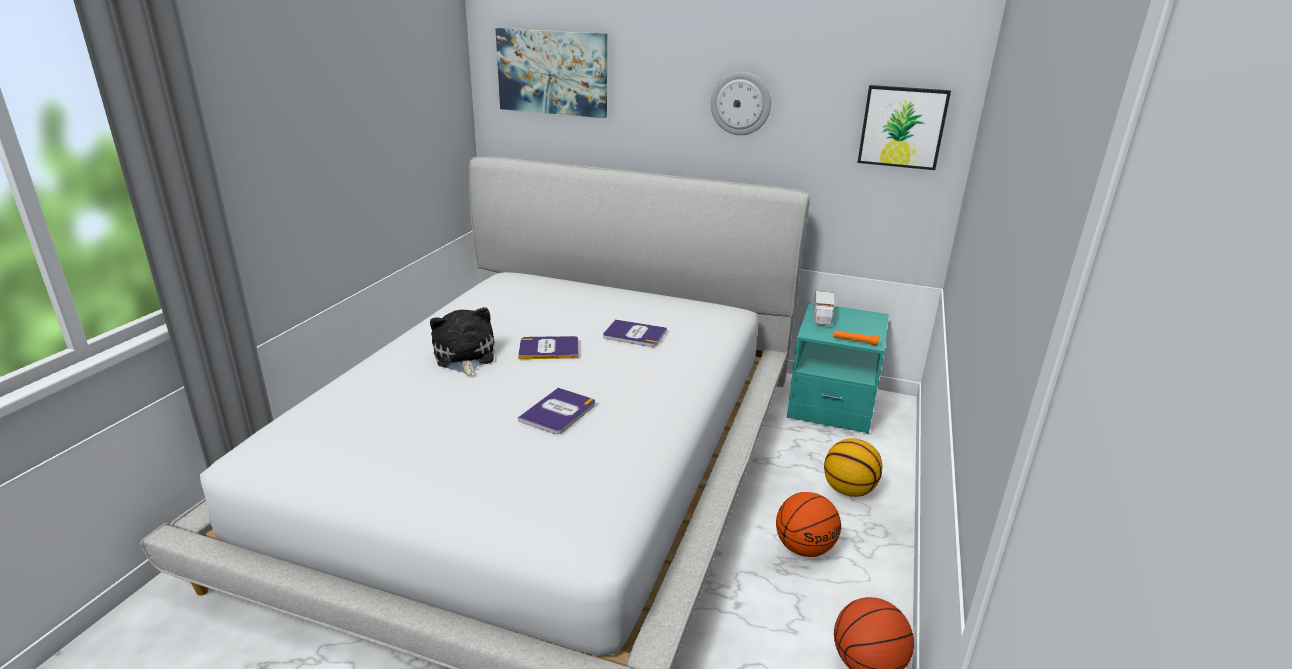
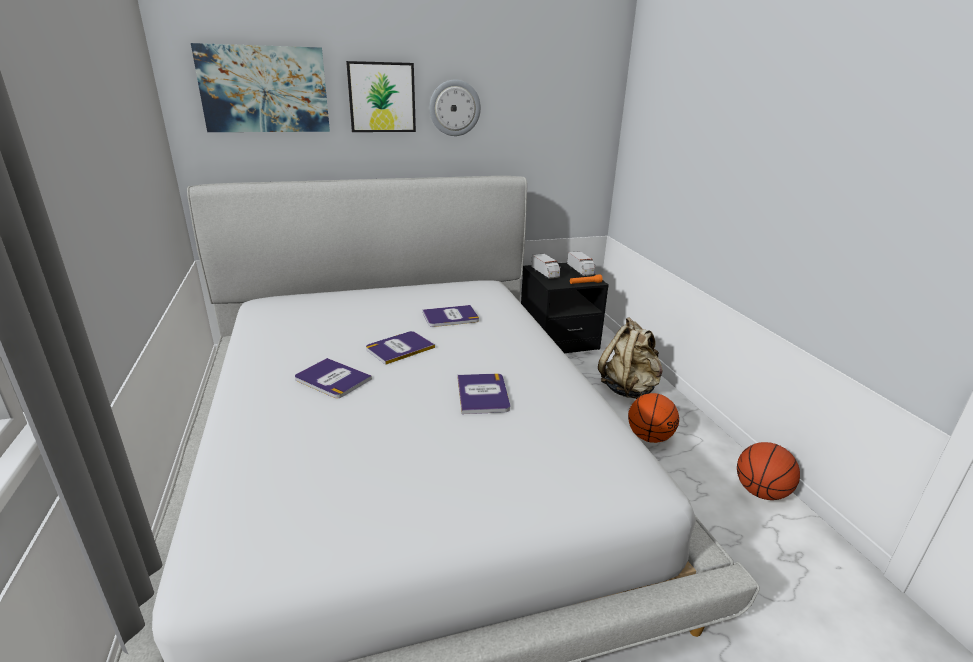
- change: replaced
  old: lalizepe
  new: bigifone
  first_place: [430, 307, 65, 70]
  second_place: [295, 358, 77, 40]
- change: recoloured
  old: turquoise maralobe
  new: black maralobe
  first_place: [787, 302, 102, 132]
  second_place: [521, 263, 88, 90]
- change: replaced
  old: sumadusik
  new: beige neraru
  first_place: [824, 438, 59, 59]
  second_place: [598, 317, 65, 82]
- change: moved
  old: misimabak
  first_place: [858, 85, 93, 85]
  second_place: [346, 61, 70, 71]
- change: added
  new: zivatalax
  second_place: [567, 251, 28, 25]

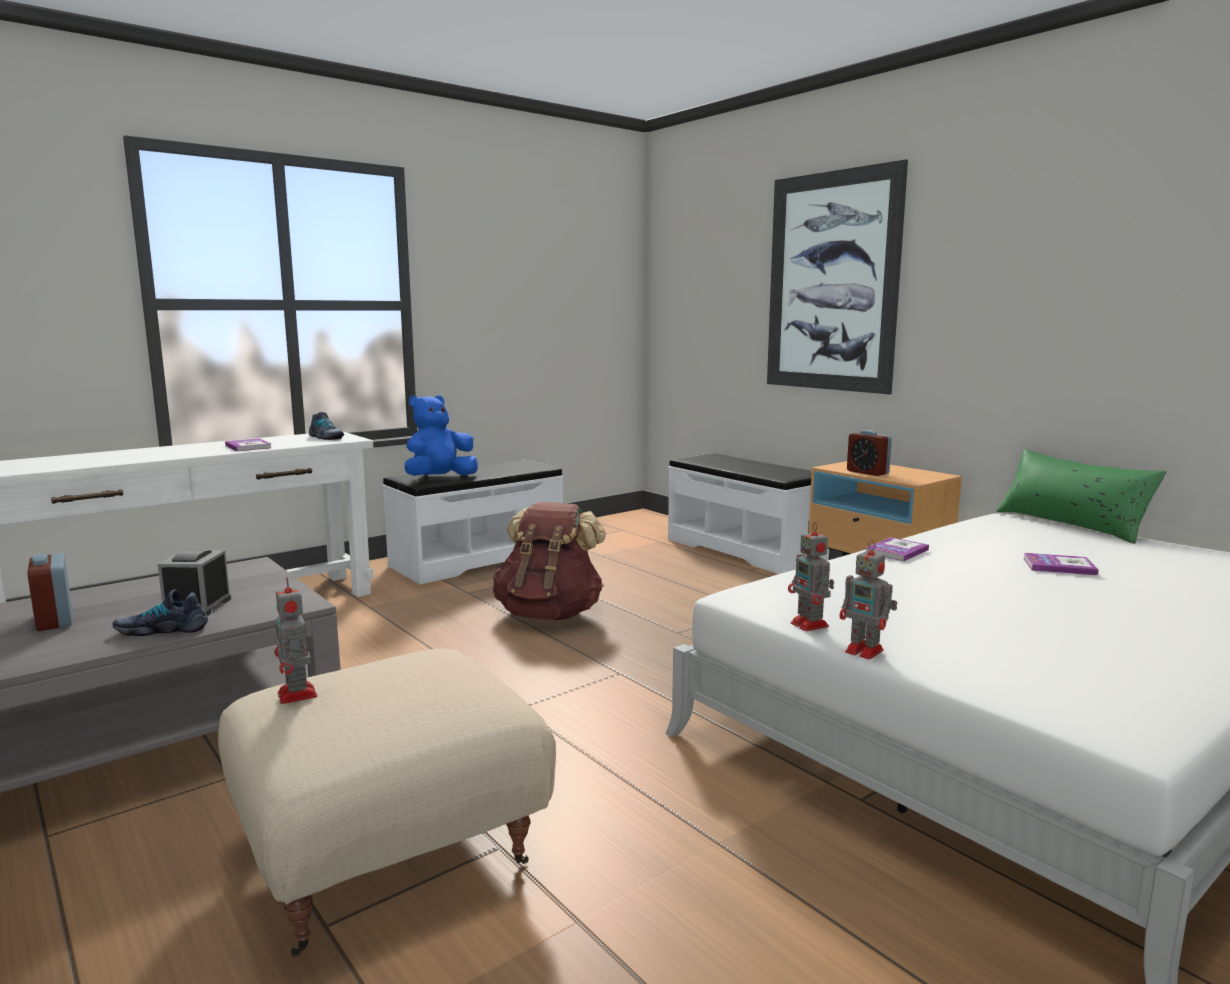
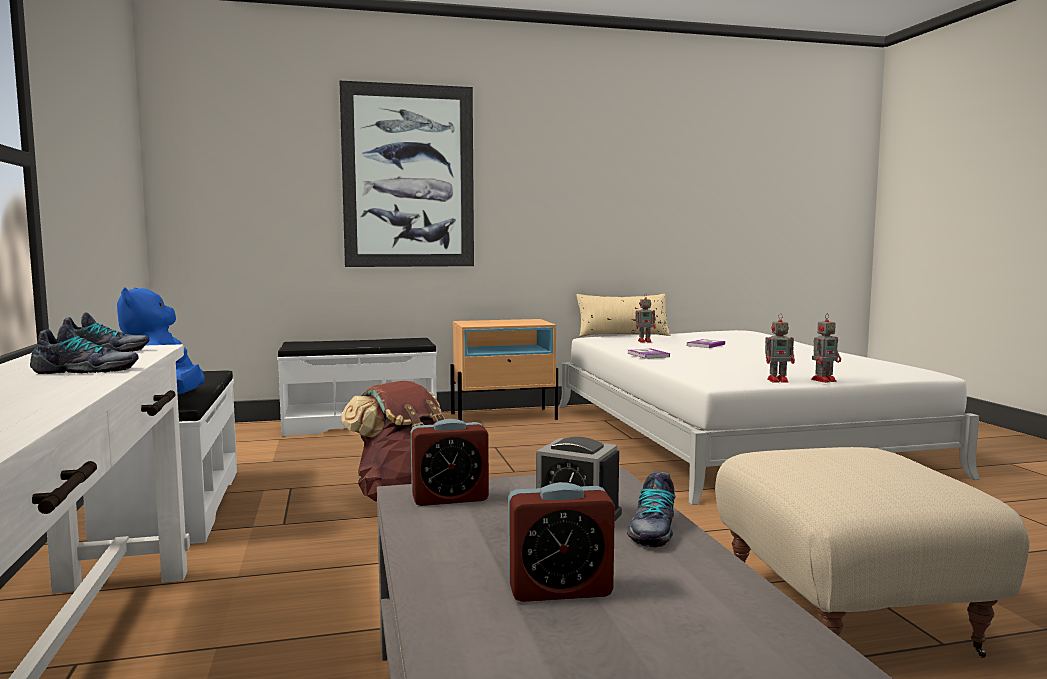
- change: replaced
  old: bigifone
  new: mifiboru
  first_place: [225, 438, 46, 13]
  second_place: [30, 324, 109, 50]
- change: moved
  old: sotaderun
  first_place: [274, 577, 43, 127]
  second_place: [636, 293, 20, 49]
- change: moved
  old: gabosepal
  first_place: [847, 430, 45, 46]
  second_place: [411, 419, 78, 87]
- change: recoloured
  old: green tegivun
  new: beige tegivun
  first_place: [996, 449, 170, 95]
  second_place: [576, 294, 95, 43]

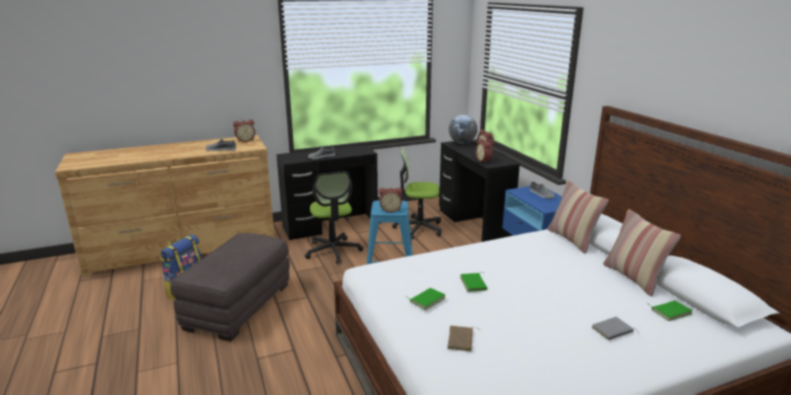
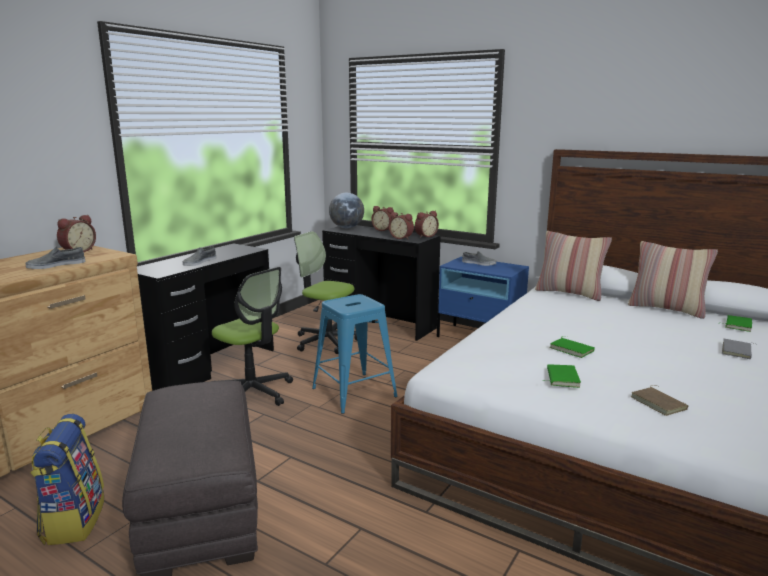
- change: moved
  old: gabosepal
  first_place: [379, 188, 23, 24]
  second_place: [415, 211, 24, 27]
- change: turned
  old: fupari
  first_place: [392, 146, 50, 94]
  second_place: [294, 231, 63, 123]
  degrees: 60

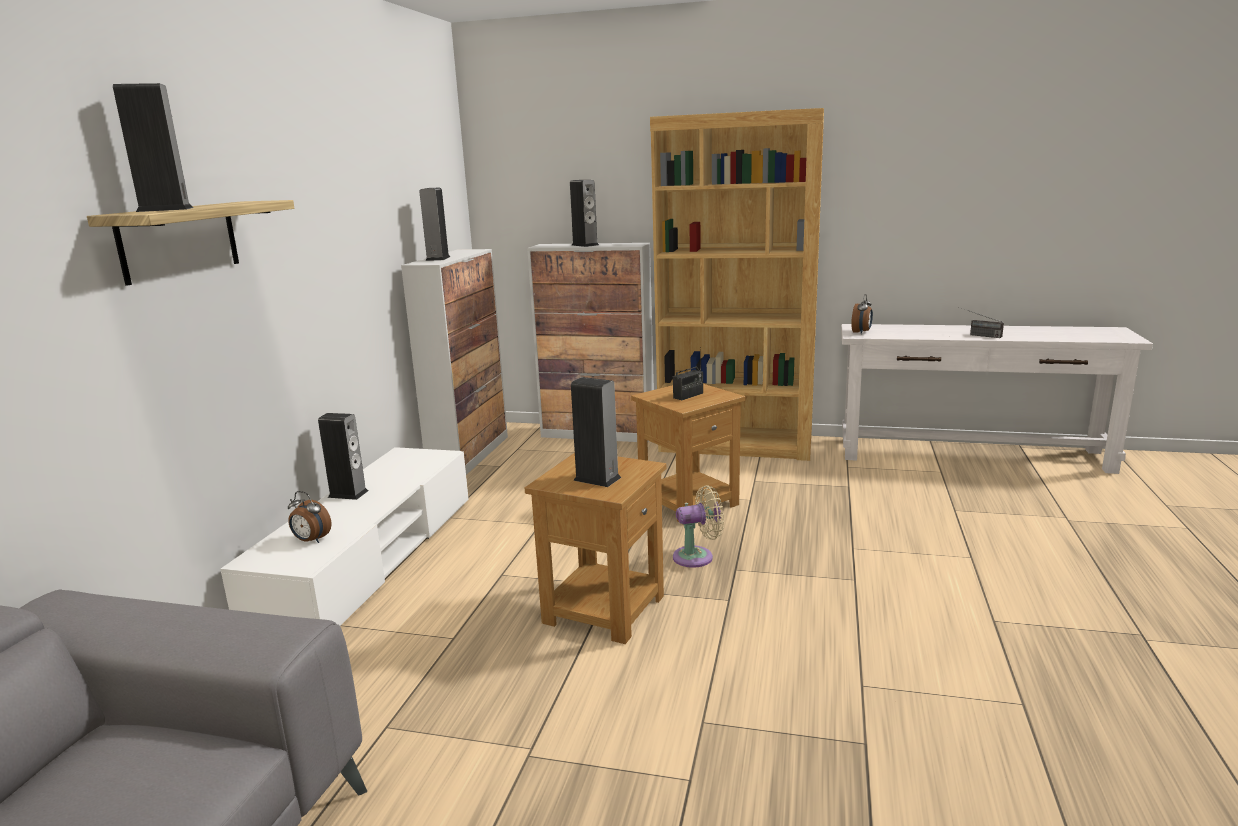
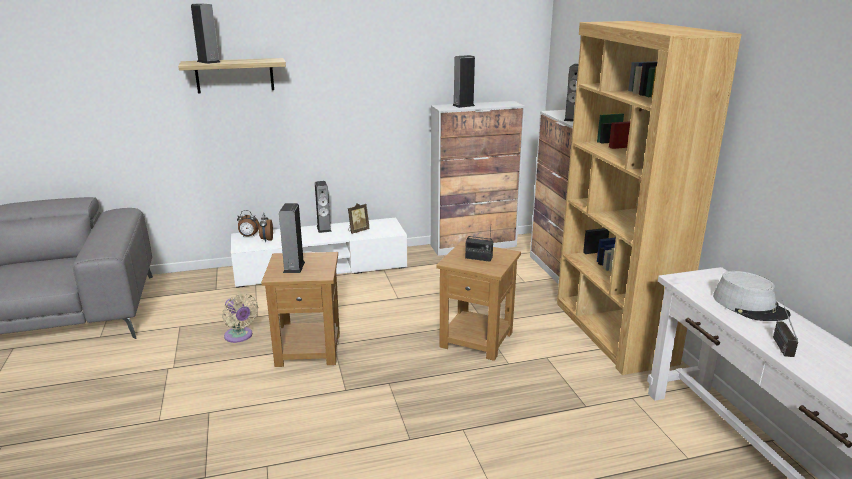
- change: moved
  old: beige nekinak
  first_place: [673, 485, 51, 83]
  second_place: [222, 293, 36, 50]
- change: moved
  old: gabosepal
  first_place: [851, 294, 22, 40]
  second_place: [237, 210, 22, 27]
- change: added
  new: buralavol
  second_place: [348, 203, 21, 31]
- change: added
  new: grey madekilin
  second_place: [713, 271, 77, 50]

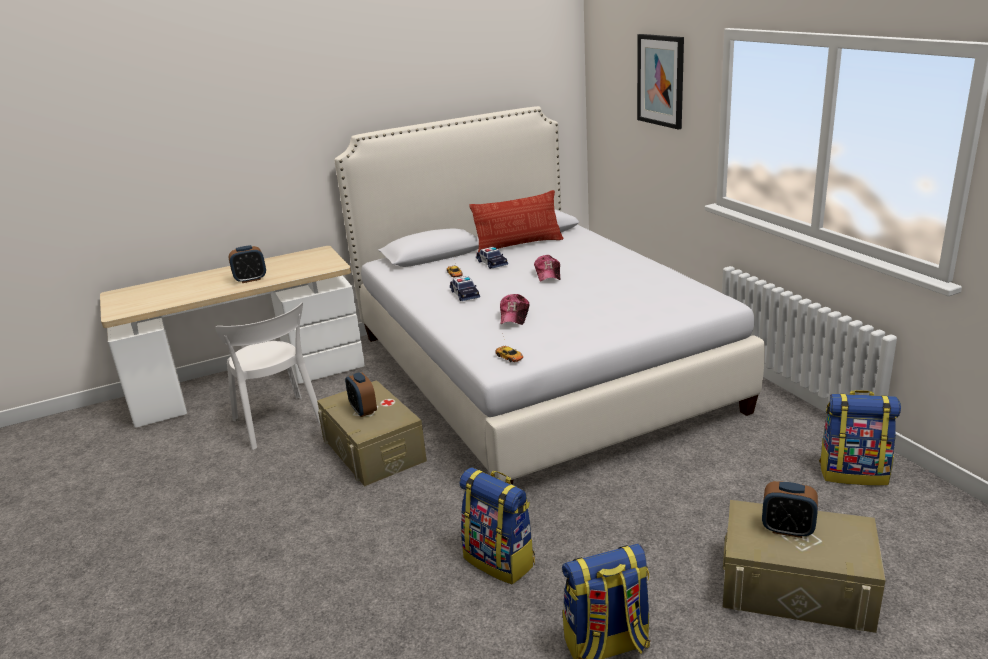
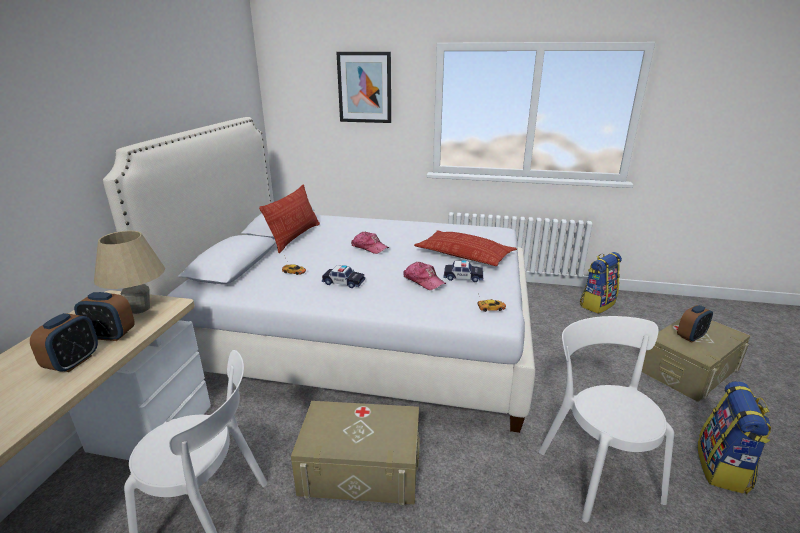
- change: moved
  old: gabosepal
  first_place: [345, 372, 32, 45]
  second_place: [74, 292, 61, 49]
- change: replaced
  old: neraru
  new: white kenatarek
  first_place: [459, 467, 76, 118]
  second_place: [539, 316, 135, 207]
- change: moved
  old: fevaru
  first_place: [476, 247, 32, 22]
  second_place: [443, 260, 40, 22]
- change: added
  new: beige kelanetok
  second_place: [94, 231, 71, 83]
- change: added
  new: tegivun
  second_place: [414, 230, 103, 36]

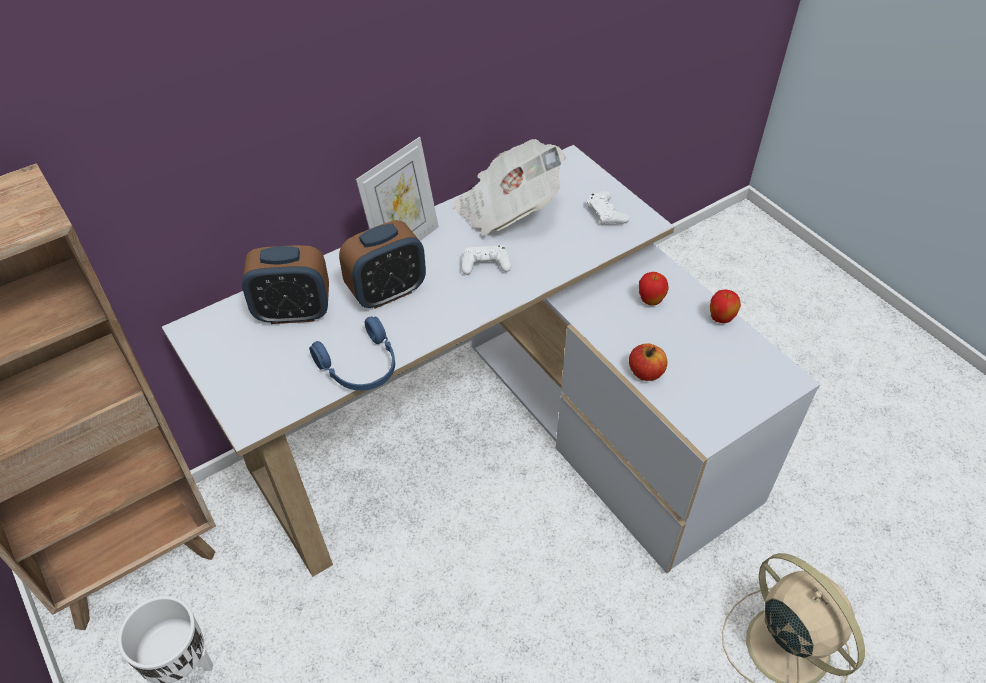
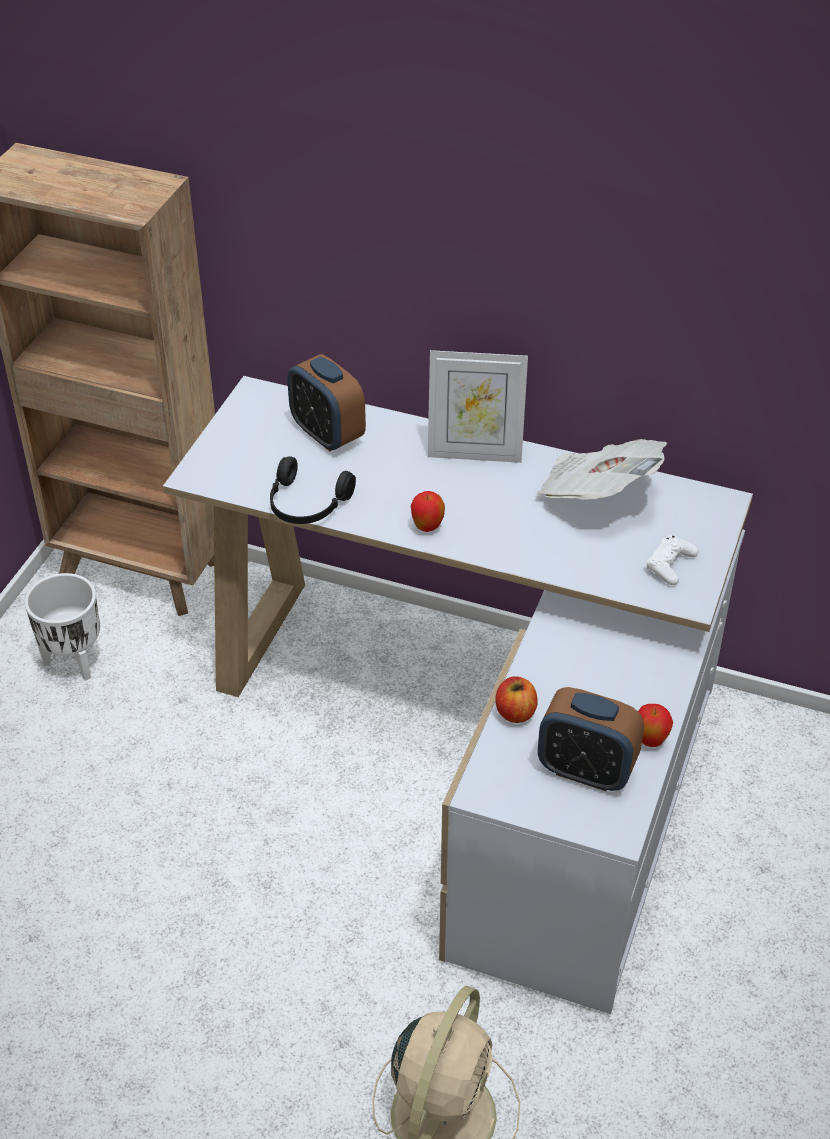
- change: recoloured
  old: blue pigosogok
  new: black pigosogok
  first_place: [309, 316, 86, 75]
  second_place: [270, 456, 86, 68]
- change: moved
  old: gabosepal
  first_place: [339, 220, 87, 89]
  second_place: [538, 687, 106, 104]
- change: removed
  old: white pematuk
  first_place: [462, 245, 49, 30]
- change: moved
  old: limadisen
  first_place: [639, 272, 30, 34]
  second_place: [411, 491, 34, 41]

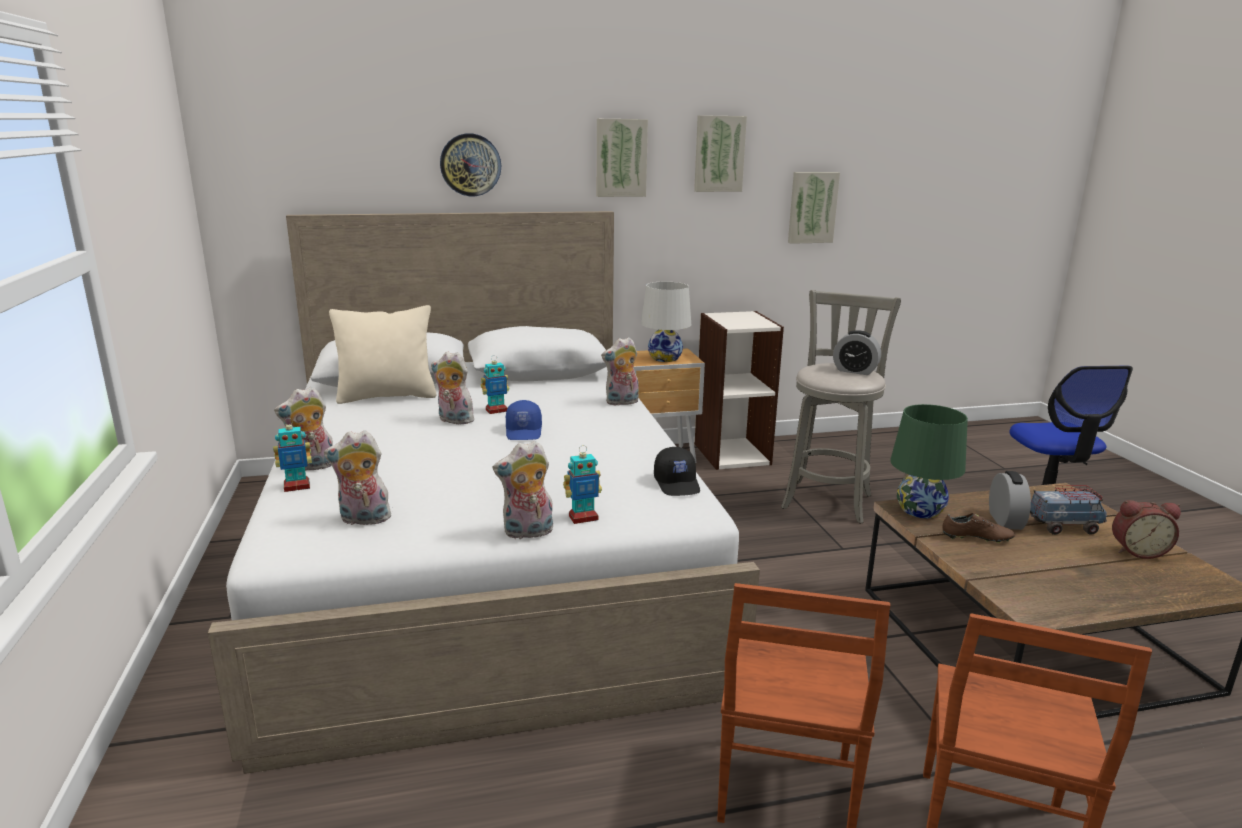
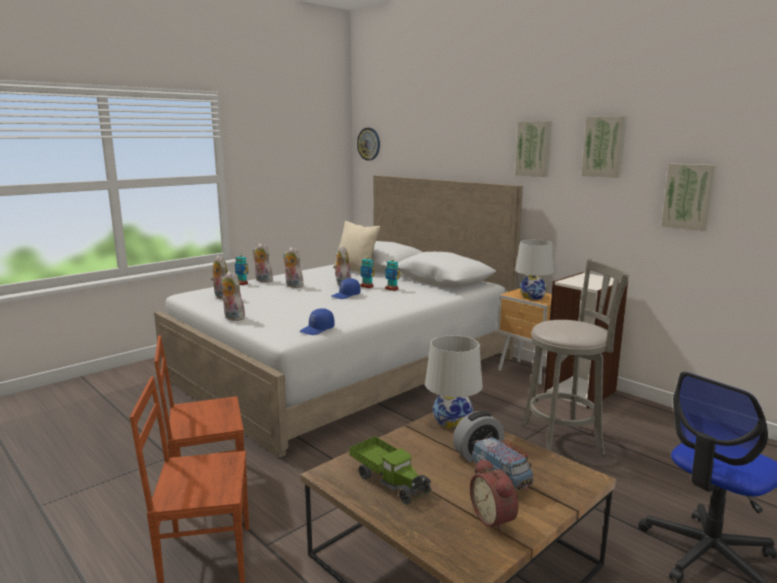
- change: moved
  old: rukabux
  first_place: [440, 133, 61, 63]
  second_place: [357, 128, 23, 33]
- change: moved
  old: sotaderun
  first_place: [563, 445, 39, 79]
  second_place: [385, 259, 16, 32]
- change: moved
  old: lalizepe
  first_place: [601, 337, 38, 69]
  second_place: [283, 247, 20, 41]
- change: recoloured
  old: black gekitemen
  new: blue gekitemen
  first_place: [654, 447, 46, 49]
  second_place: [300, 308, 34, 27]
- change: removed
  old: gabosepal
  first_place: [833, 330, 48, 45]
- change: recoloured
  old: green kelanetok
  new: white kelanetok
  first_place: [890, 404, 78, 114]
  second_place: [425, 335, 58, 94]
- change: removed
  old: brown mifiboru
  first_place: [942, 513, 73, 30]
- change: added
  new: zivatalax
  second_place: [349, 436, 83, 69]

